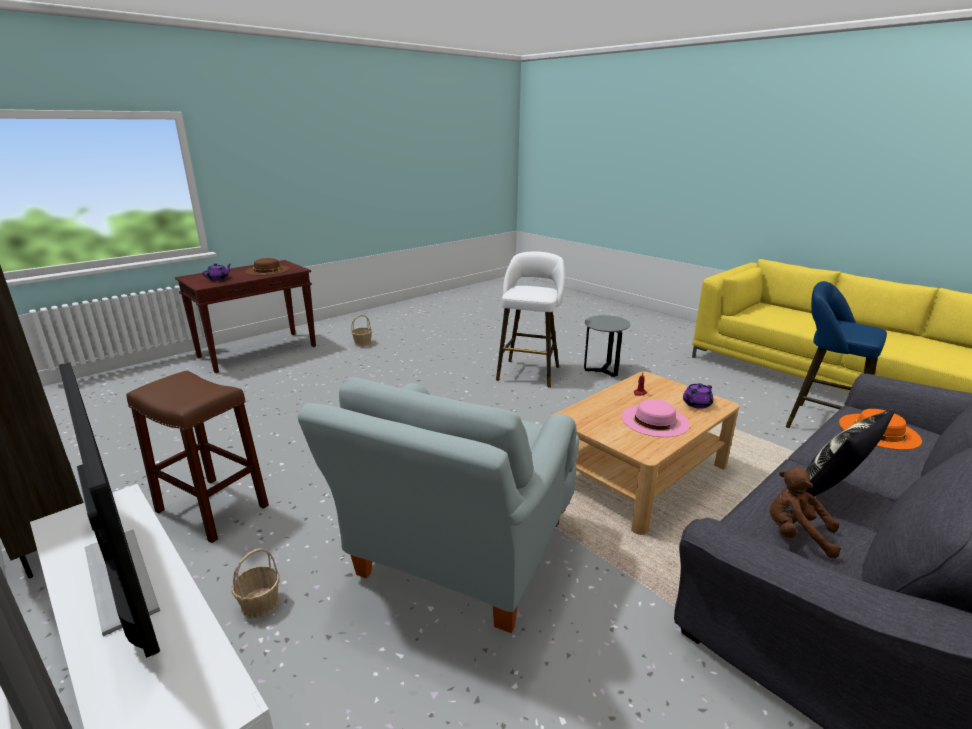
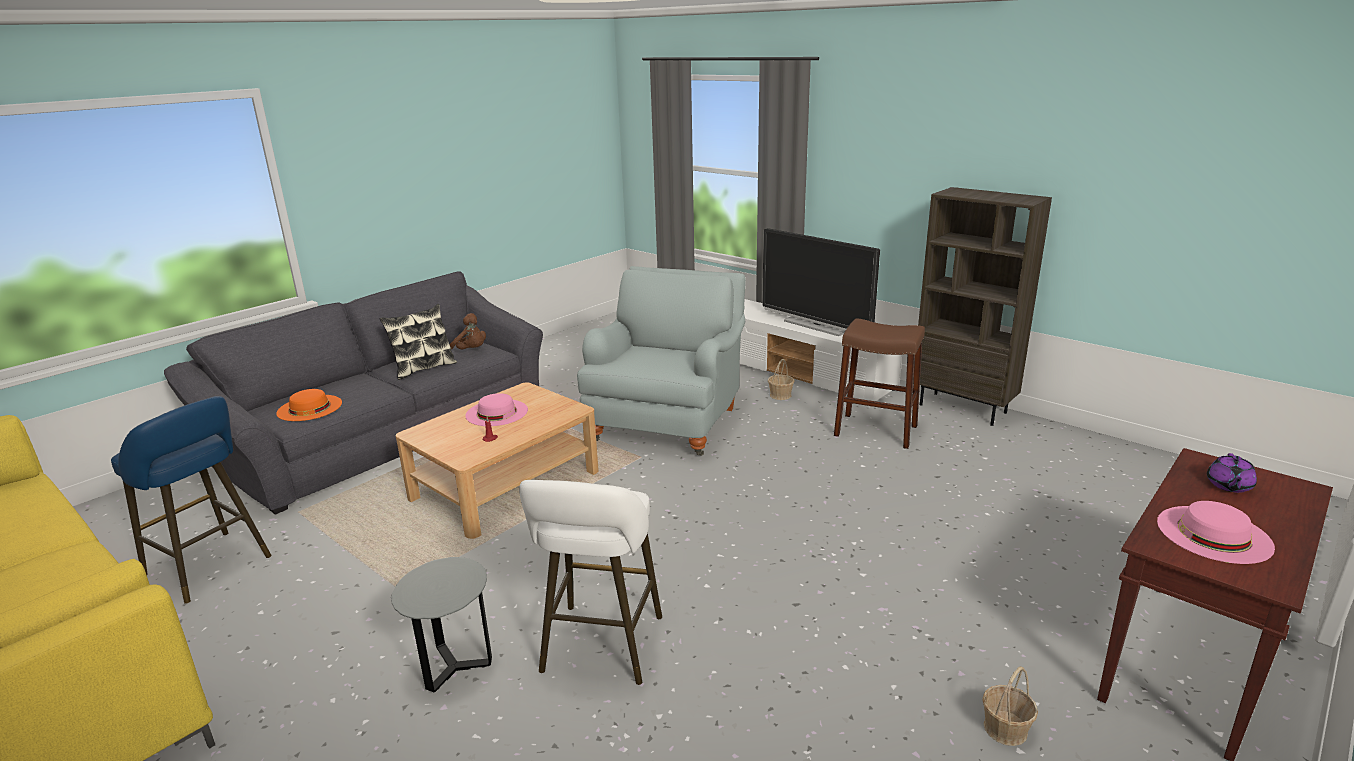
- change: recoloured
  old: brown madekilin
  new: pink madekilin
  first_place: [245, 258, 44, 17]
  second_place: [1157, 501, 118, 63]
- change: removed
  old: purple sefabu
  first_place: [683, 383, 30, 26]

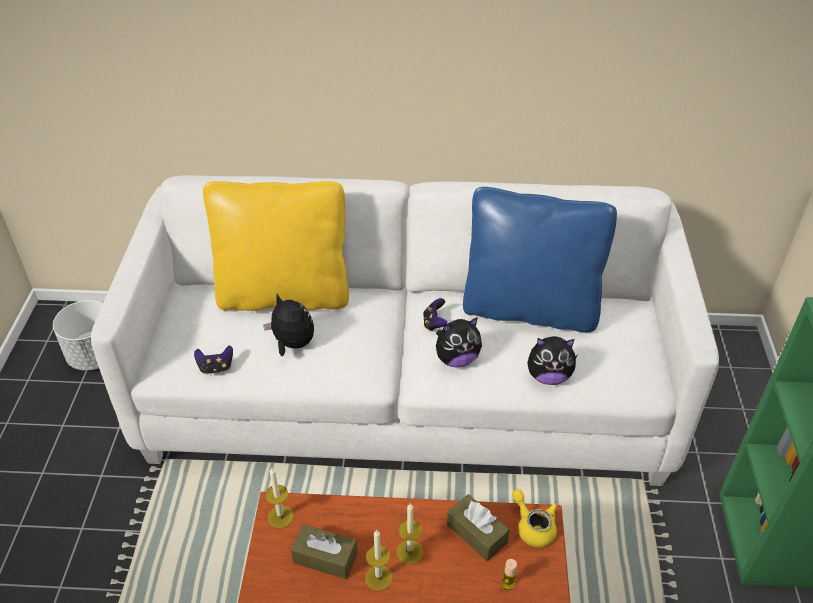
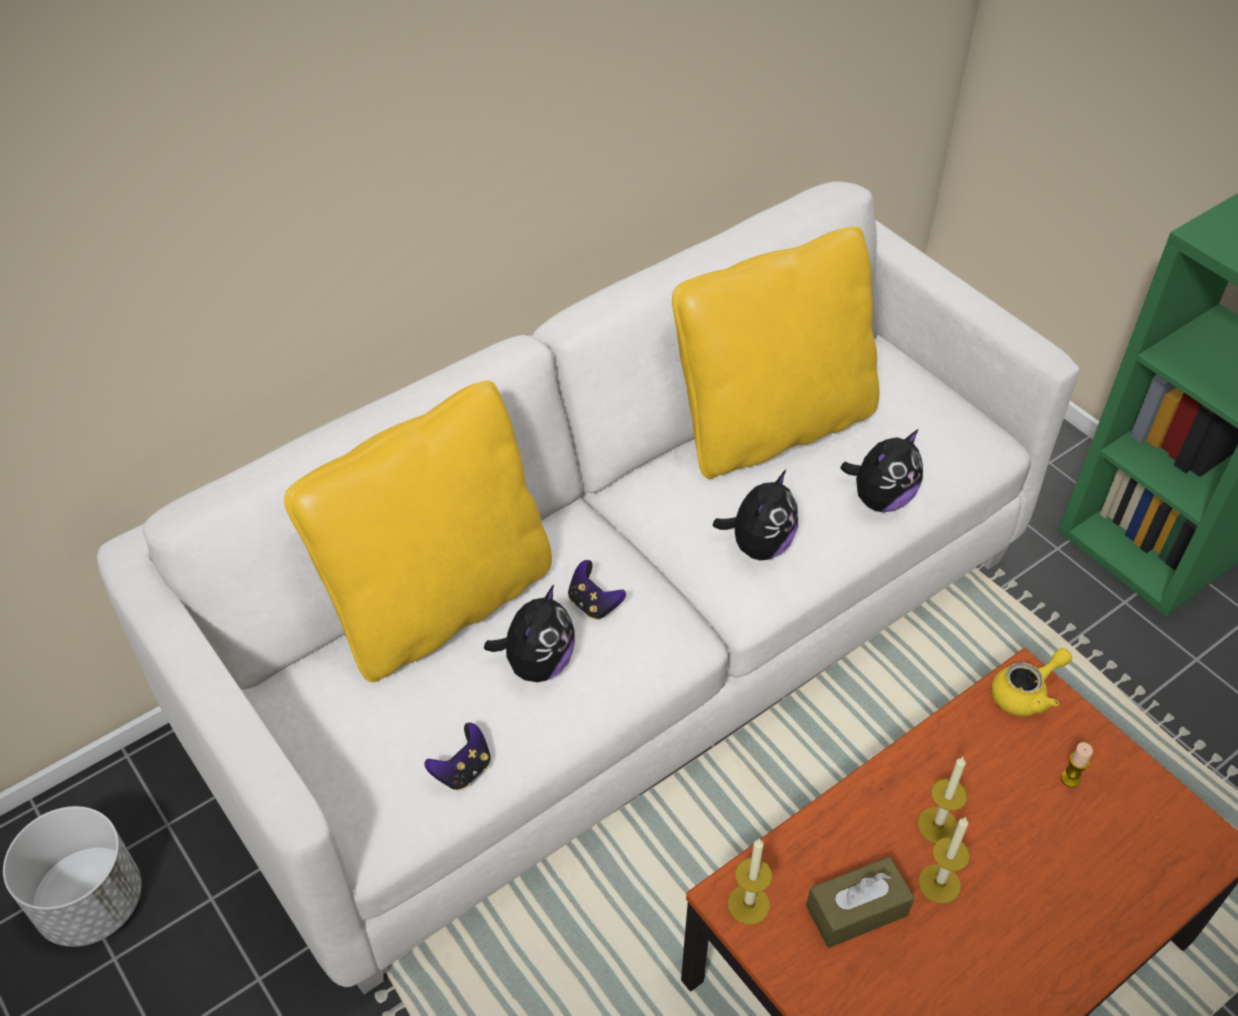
- change: turned
  old: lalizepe
  first_place: [263, 294, 51, 62]
  second_place: [484, 585, 91, 97]
  degrees: 120
- change: moved
  old: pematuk
  first_place: [423, 298, 24, 33]
  second_place: [568, 560, 58, 60]
- change: removed
  old: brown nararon
  first_place: [447, 494, 63, 67]
- change: recoloured
  old: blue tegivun
  new: yellow tegivun
  first_place: [463, 187, 154, 145]
  second_place: [672, 227, 207, 252]
- change: turned
  old: yellow sefabu
  first_place: [512, 489, 46, 59]
  second_place: [991, 648, 81, 68]
  degrees: 135

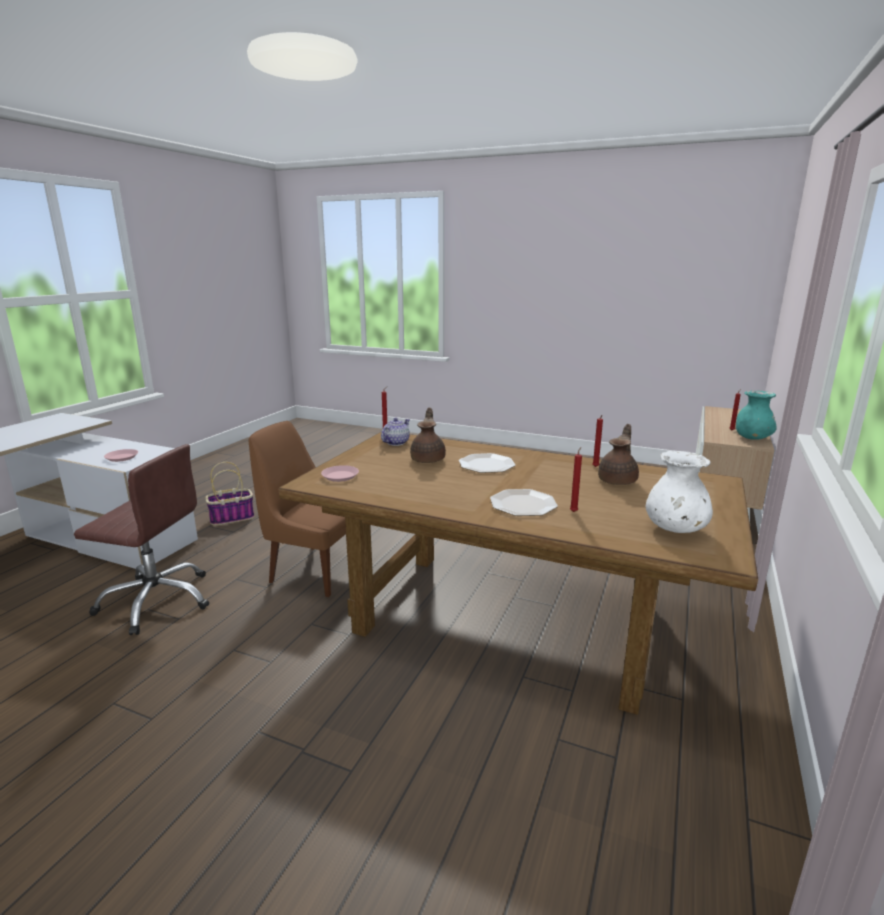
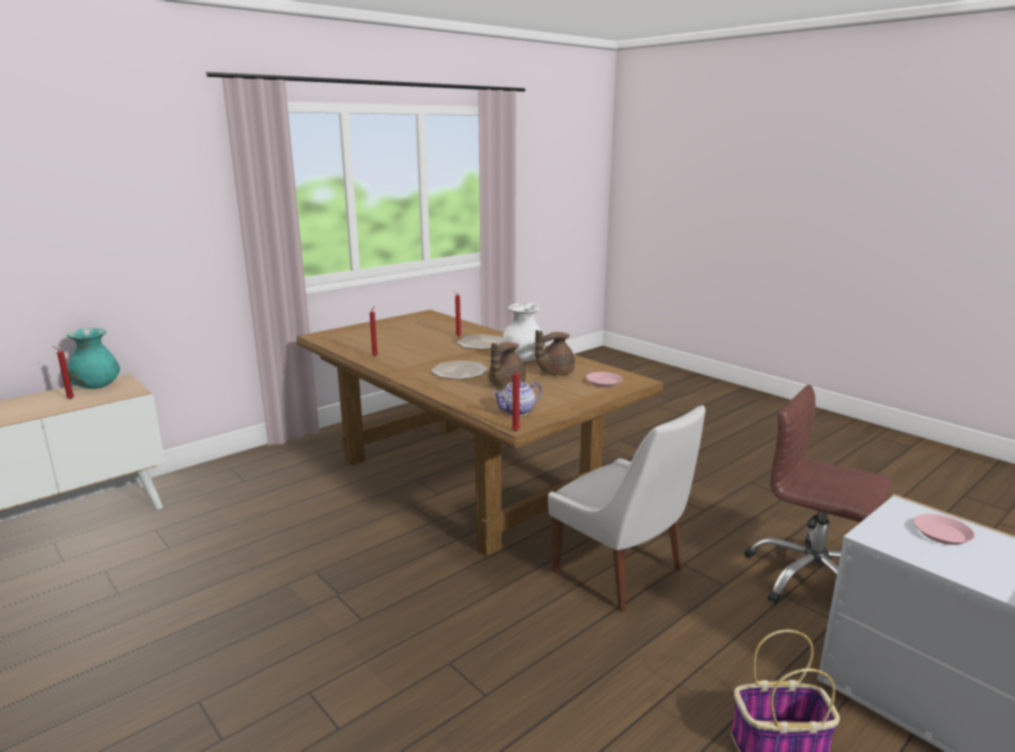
- change: recoloured
  old: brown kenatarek
  new: white kenatarek
  first_place: [248, 421, 98, 176]
  second_place: [548, 405, 157, 207]
- change: moved
  old: brown sefabu
  first_place: [598, 424, 41, 61]
  second_place: [535, 330, 40, 45]
- change: moved
  old: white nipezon
  first_place: [646, 451, 67, 82]
  second_place: [502, 303, 43, 59]

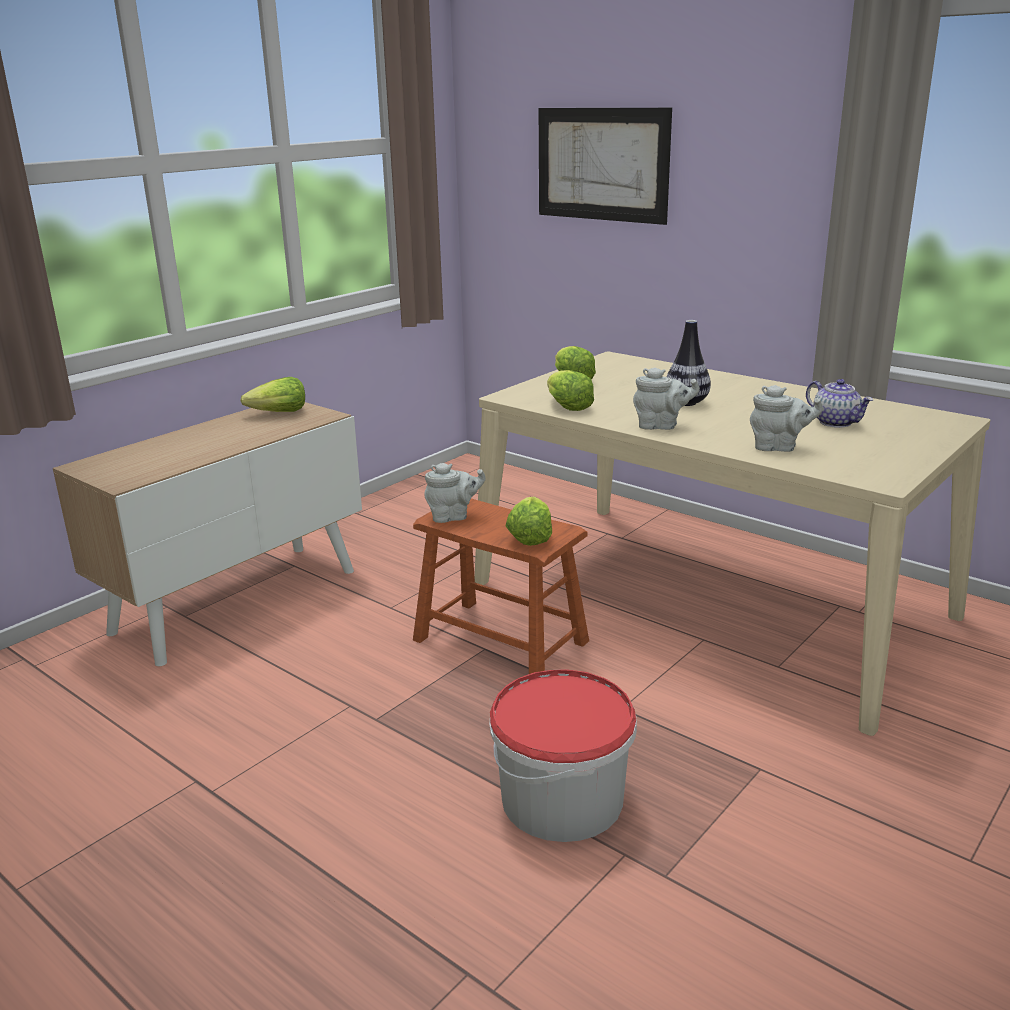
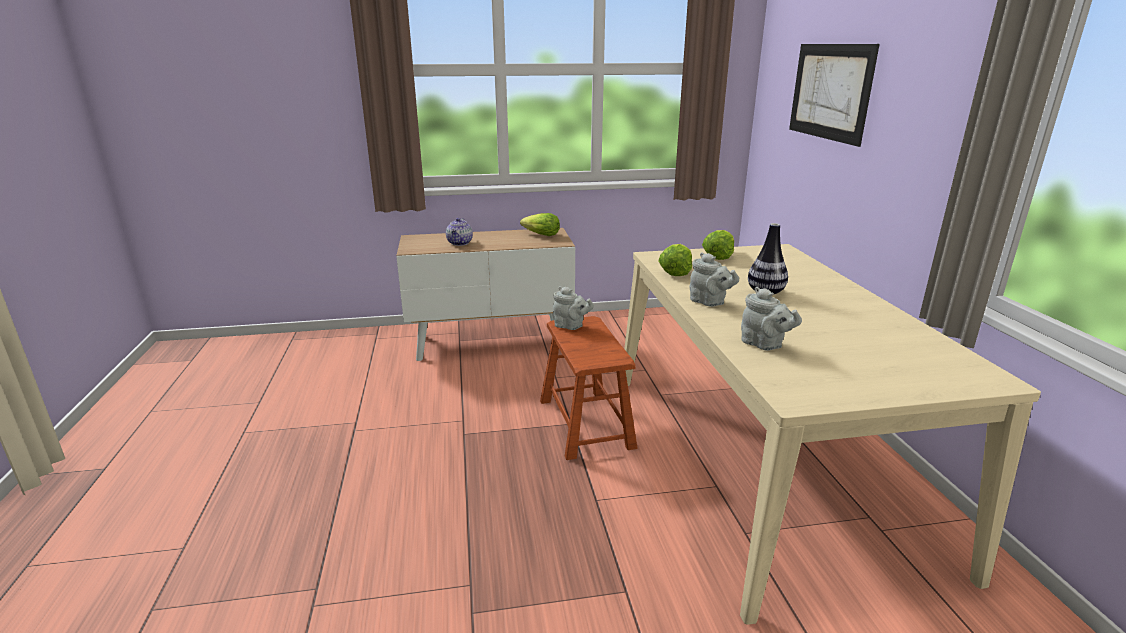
- change: removed
  old: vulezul
  first_place: [490, 669, 147, 173]
- change: removed
  old: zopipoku
  first_place: [505, 497, 47, 49]
- change: moved
  old: sefabu
  first_place: [806, 379, 67, 49]
  second_place: [446, 218, 27, 28]

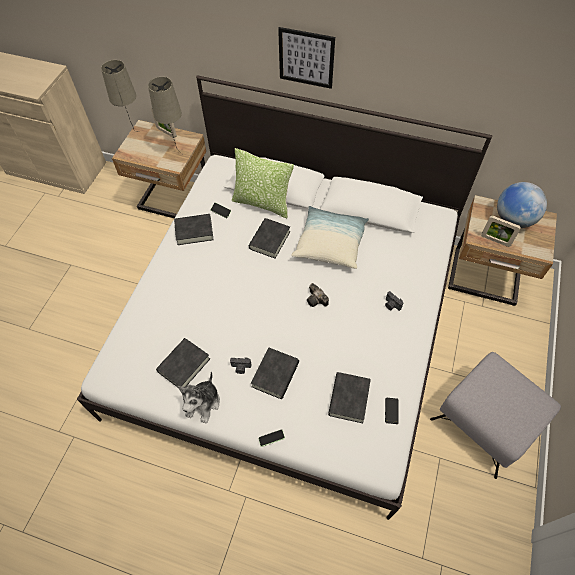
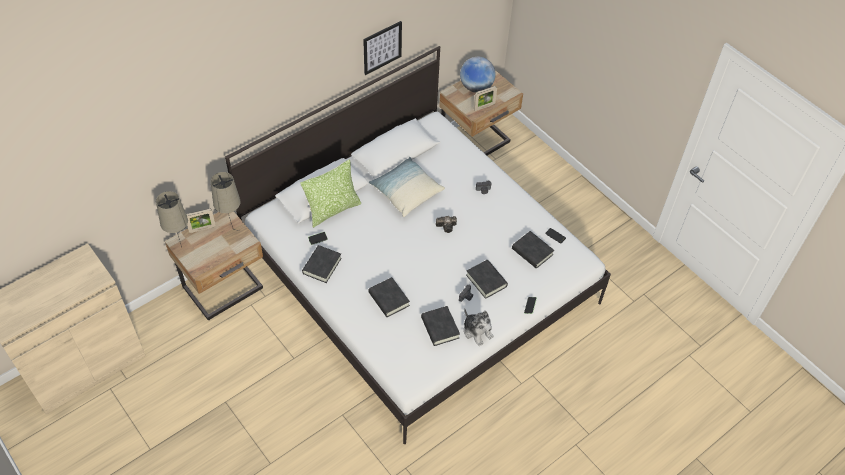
- change: moved
  old: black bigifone
  first_place: [249, 218, 41, 40]
  second_place: [368, 277, 42, 40]
- change: moved
  old: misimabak
  first_place: [278, 27, 57, 62]
  second_place: [363, 21, 39, 54]
- change: removed
  old: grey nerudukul
  first_place: [430, 352, 131, 127]

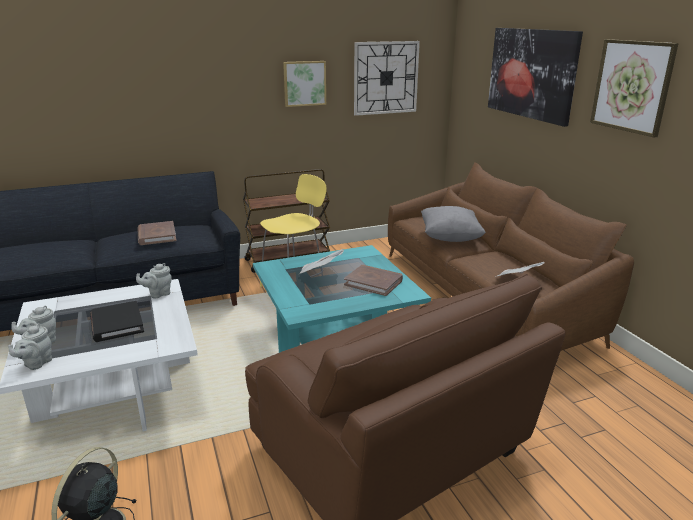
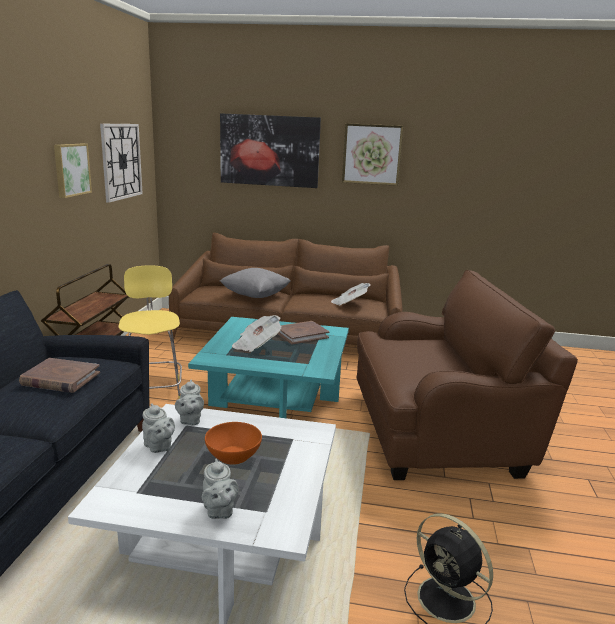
- change: moved
  old: grey sefabu
  first_place: [8, 323, 44, 47]
  second_place: [142, 403, 33, 50]
- change: replaced
  old: black bigifone
  new: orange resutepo
  first_place: [90, 301, 54, 41]
  second_place: [205, 422, 57, 43]

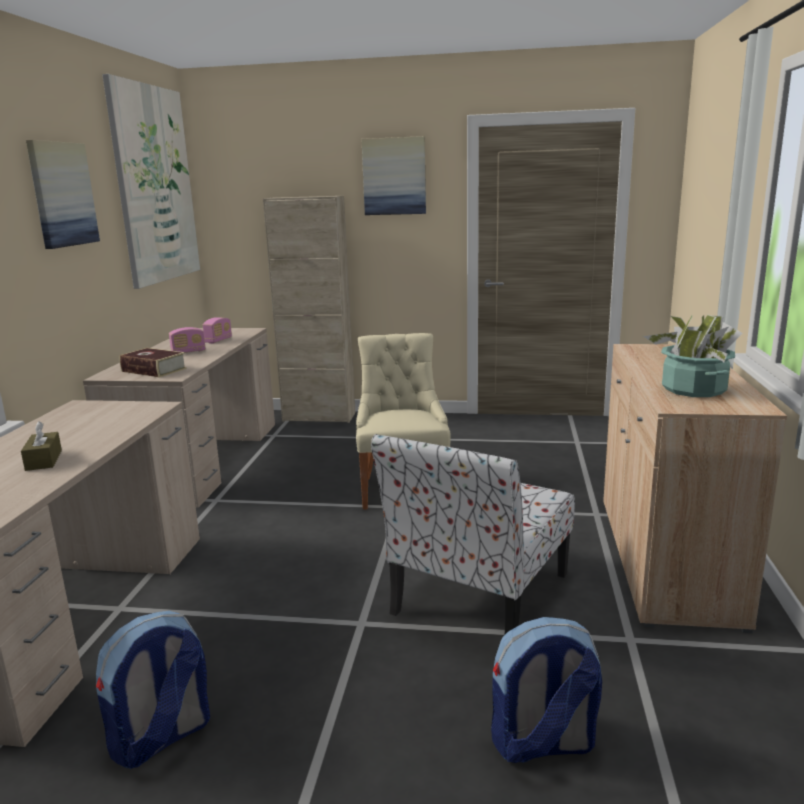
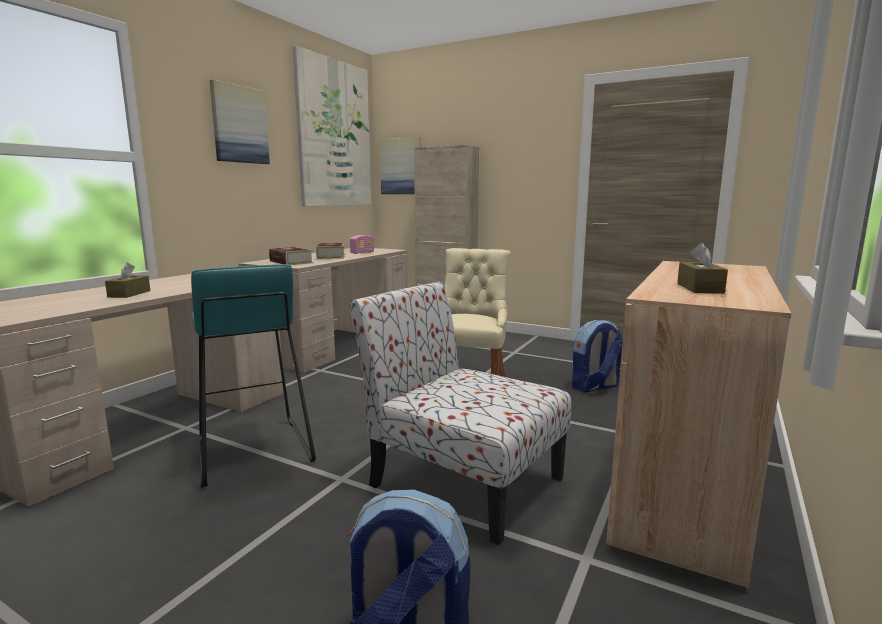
- change: moved
  old: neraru
  first_place: [96, 611, 114, 158]
  second_place: [572, 320, 51, 72]
- change: replaced
  old: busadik
  new: bigifone
  first_place: [169, 327, 37, 26]
  second_place: [316, 243, 29, 16]
- change: moved
  old: misimabak
  first_place: [361, 136, 65, 79]
  second_place: [380, 137, 41, 57]
- change: turned
  old: kenatarek
  first_place: [371, 434, 204, 200]
  second_place: [350, 282, 222, 263]
  degrees: 75
- change: replaced
  old: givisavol
  new: brown nararon
  first_place: [643, 315, 100, 82]
  second_place: [677, 243, 51, 51]
- change: added
  new: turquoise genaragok
  second_place: [191, 264, 125, 224]

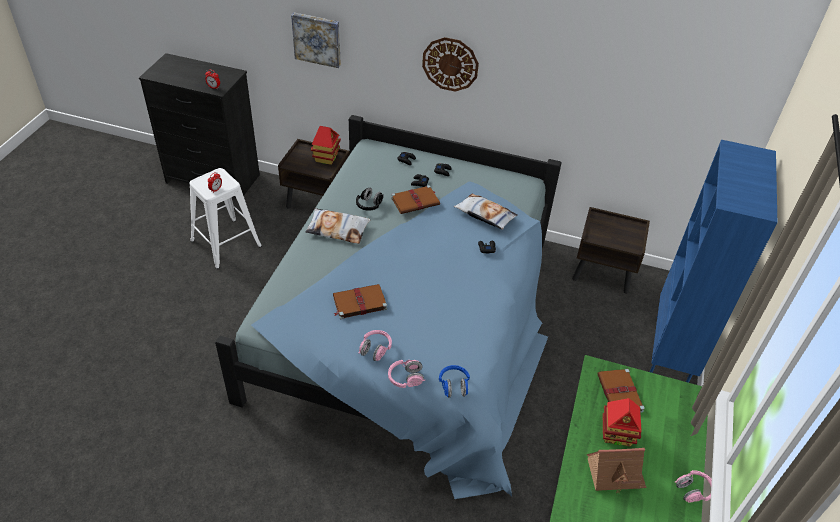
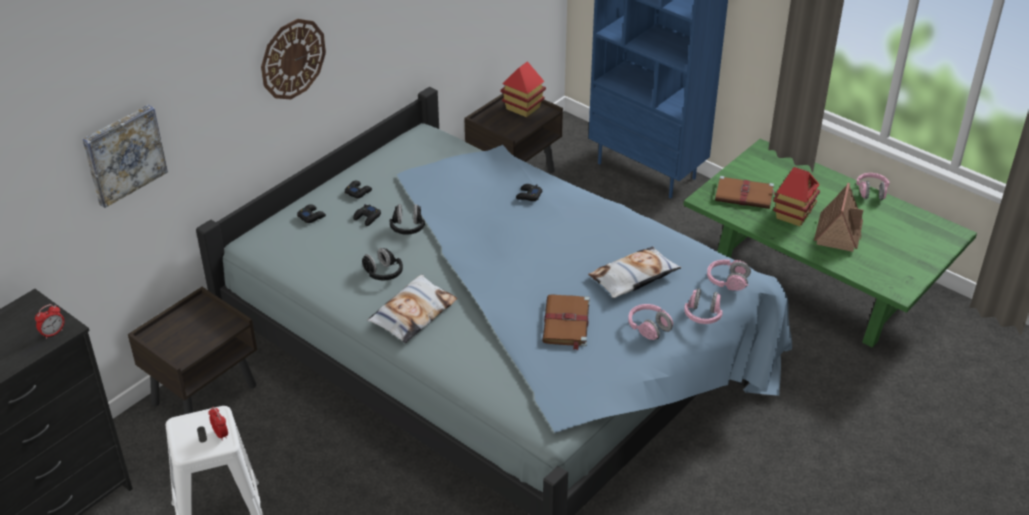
- change: moved
  old: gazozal
  first_place: [311, 126, 30, 39]
  second_place: [500, 61, 46, 56]
- change: replaced
  old: brown bigifone
  new: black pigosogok
  first_place: [391, 185, 49, 29]
  second_place: [390, 204, 35, 31]
- change: recoloured
  old: blue pigosogok
  new: pink pigosogok
  first_place: [439, 365, 31, 33]
  second_place: [707, 259, 44, 32]
- change: moved
  old: tegivun
  first_place: [454, 194, 64, 36]
  second_place: [588, 246, 94, 52]

